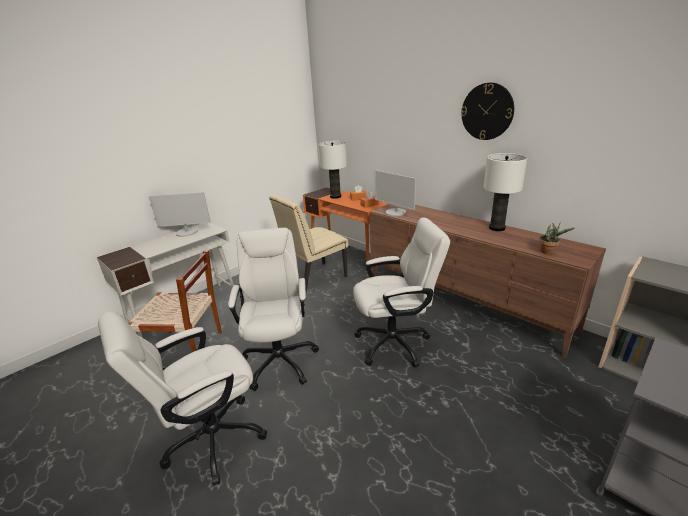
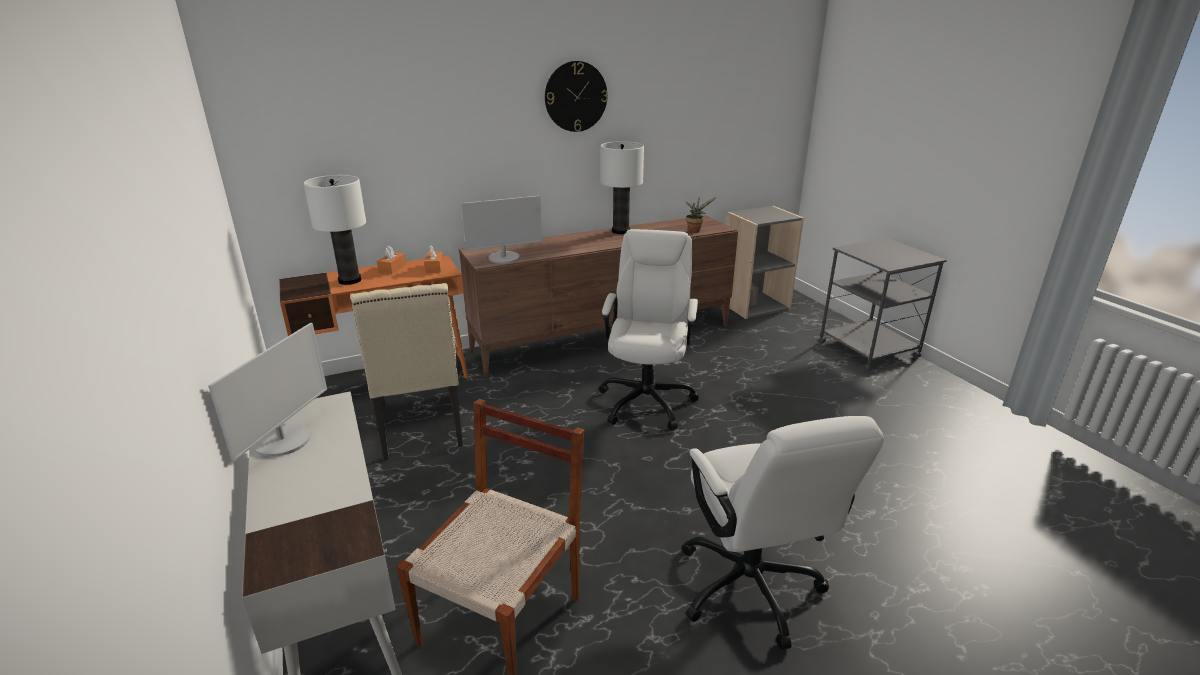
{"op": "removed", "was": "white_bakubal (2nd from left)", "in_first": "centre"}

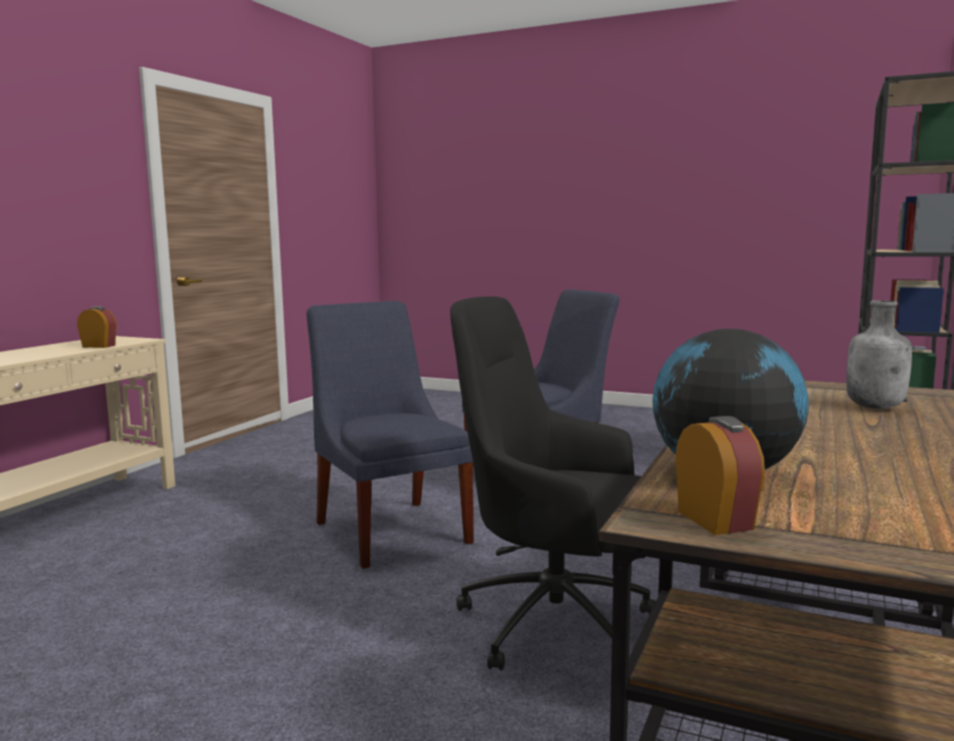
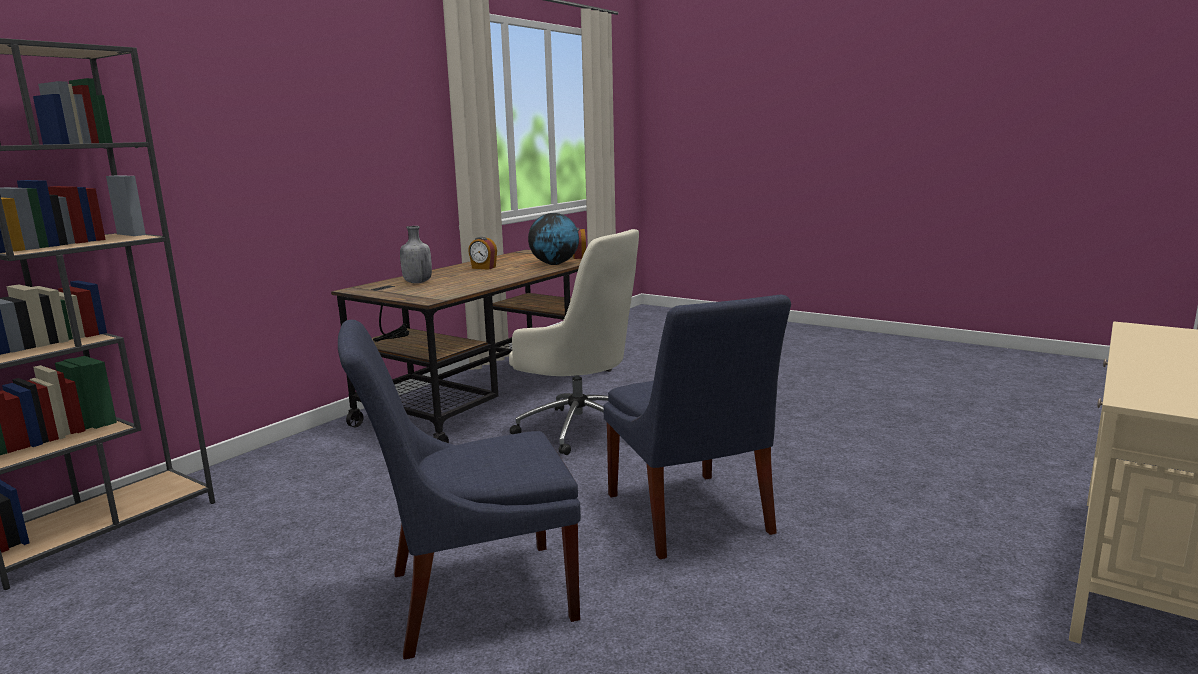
{"op": "moved", "was": "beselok (1st from left)", "in_first": "middle left", "in_second": "centre"}
{"op": "recoloured", "was": "black_bakubal", "now": "beige_bakubal", "in_first": "centre", "in_second": "centre"}

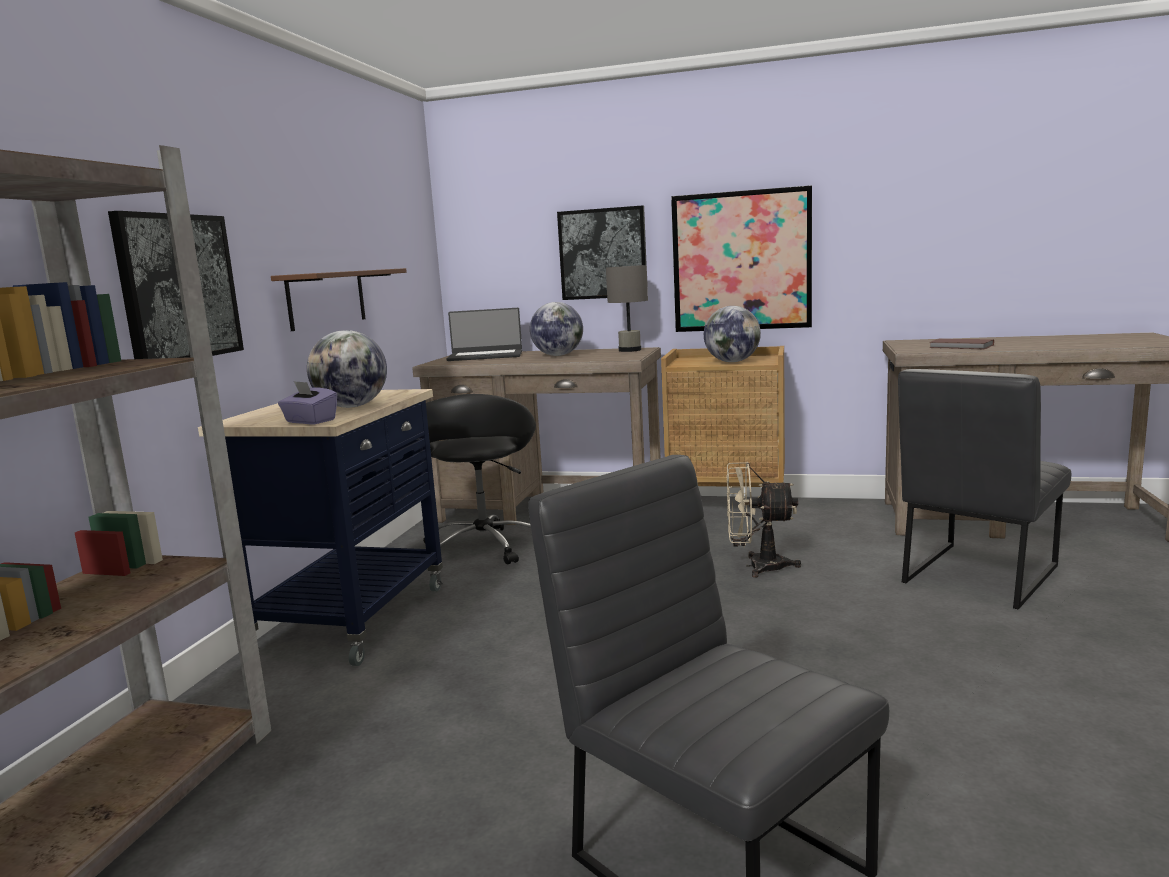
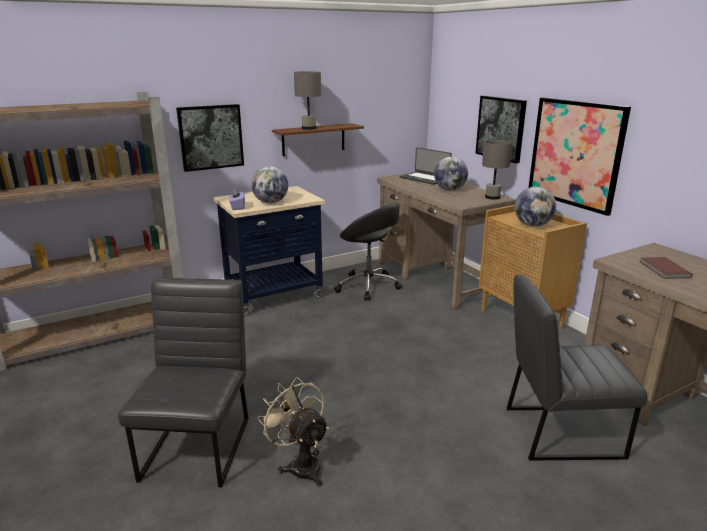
{"op": "added", "now": "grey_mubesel (1st from left)", "in_second": "top centre"}
{"op": "moved", "was": "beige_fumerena", "in_first": "centre", "in_second": "bottom centre"}
{"op": "turned", "was": "black_bakubal", "in_first": "centre", "in_second": "centre", "clockwise": -90}

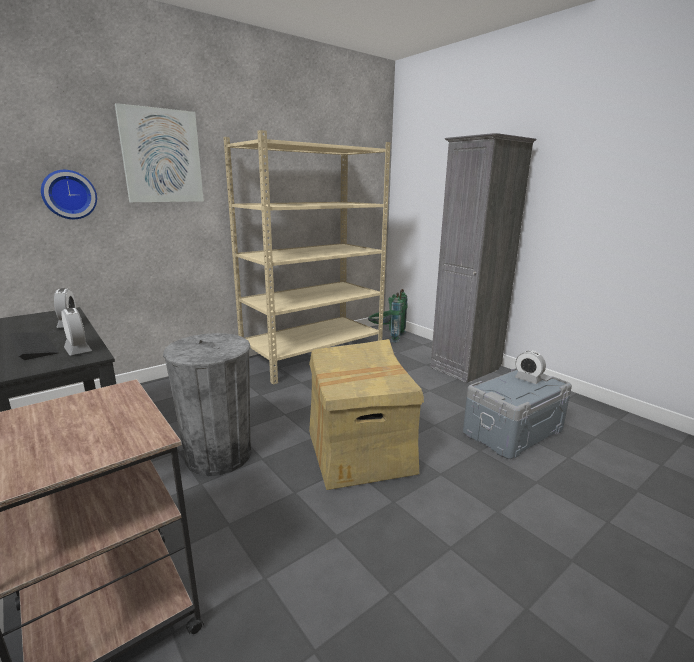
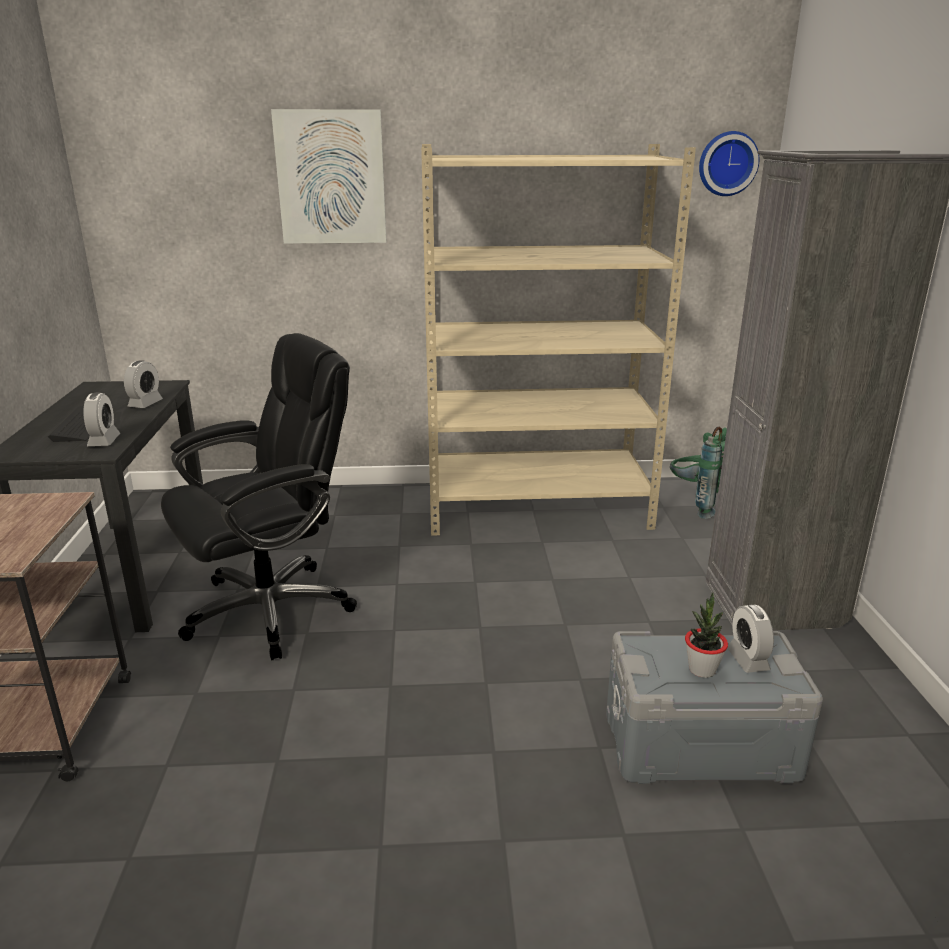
{"op": "removed", "was": "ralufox", "in_first": "centre"}
{"op": "added", "now": "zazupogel", "in_second": "bottom right"}
{"op": "moved", "was": "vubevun", "in_first": "top left", "in_second": "top right"}
{"op": "replaced", "was": "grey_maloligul", "now": "black_bakubal", "in_first": "middle left", "in_second": "middle left"}

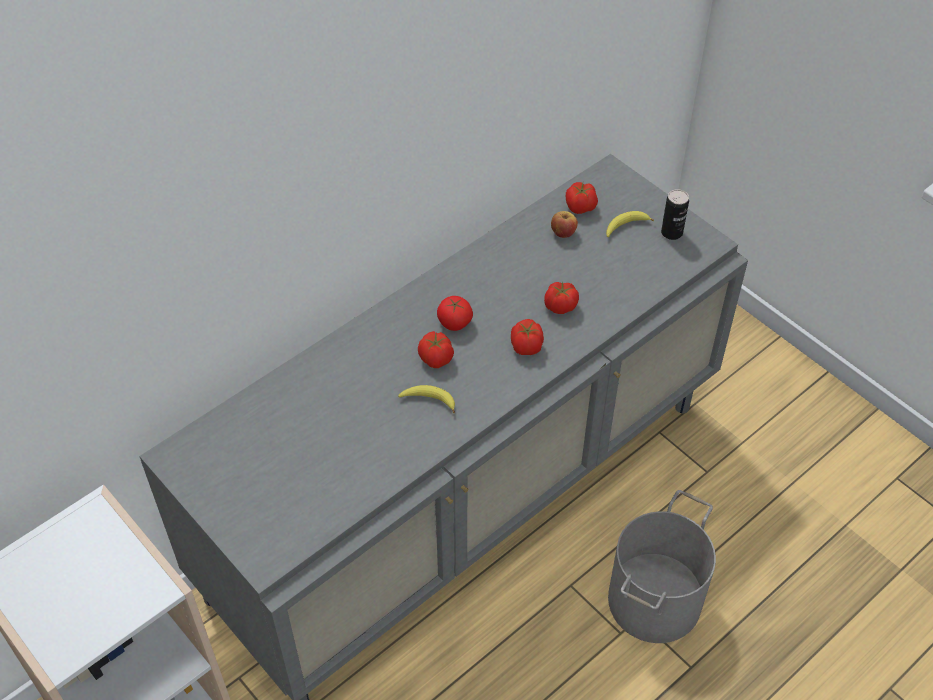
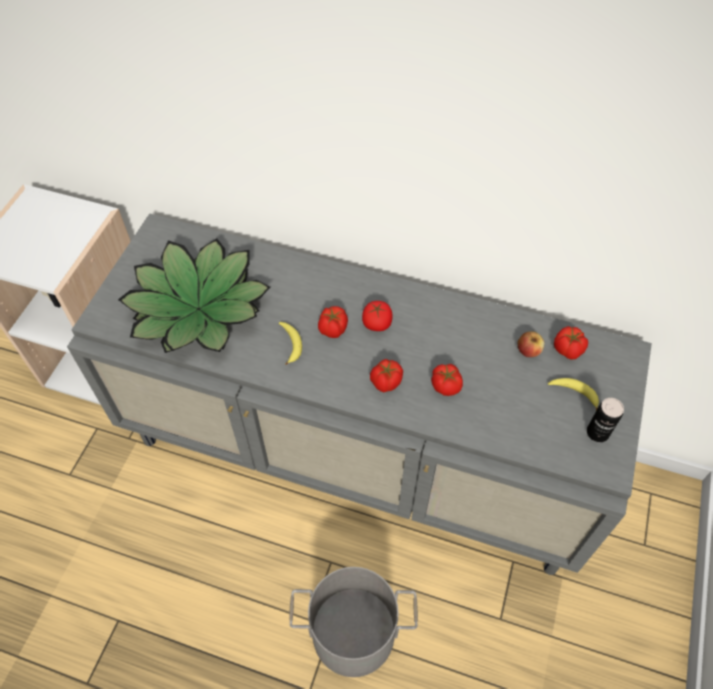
{"op": "added", "now": "zazupogel", "in_second": "middle left"}

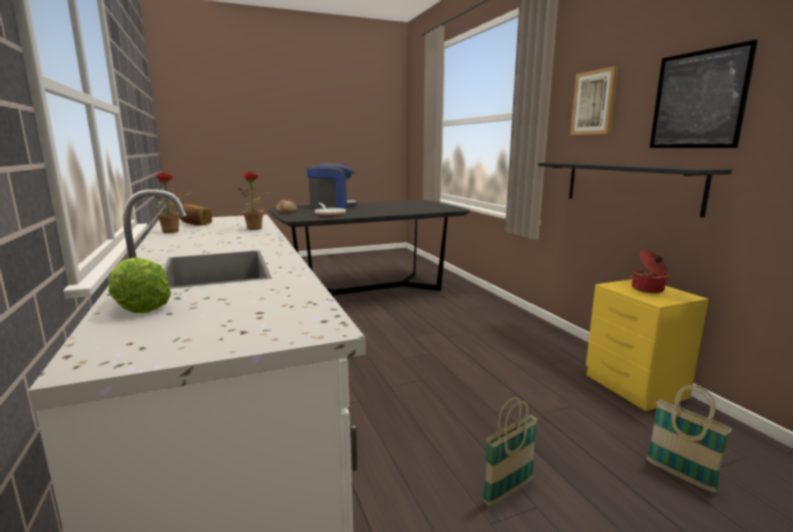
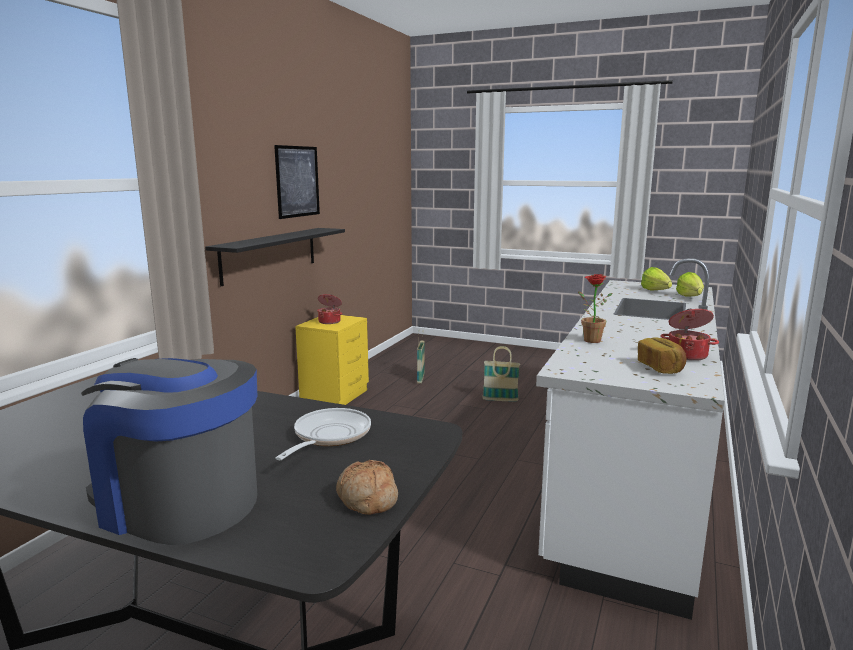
{"op": "removed", "was": "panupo (1st from left)", "in_first": "top right"}
{"op": "added", "now": "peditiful (1st from left)", "in_second": "middle right"}
{"op": "replaced", "was": "zazupogel (1st from left)", "now": "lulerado (2nd from left)", "in_first": "middle left", "in_second": "middle right"}

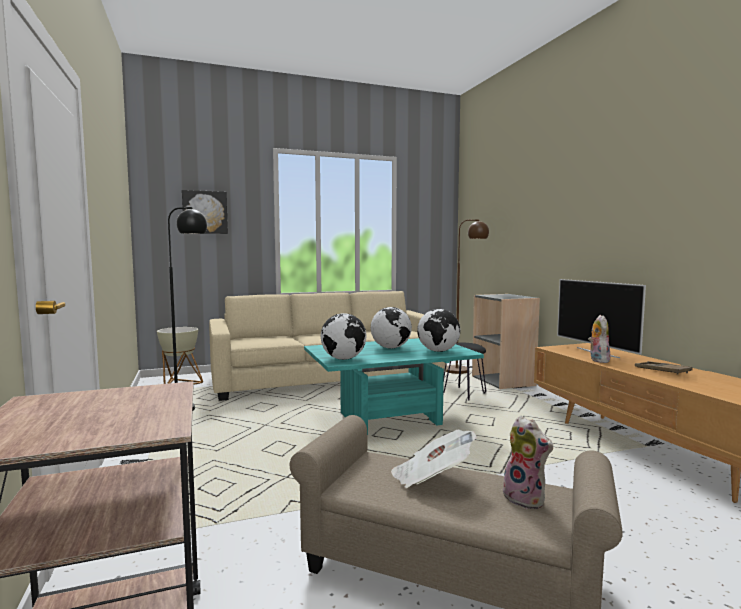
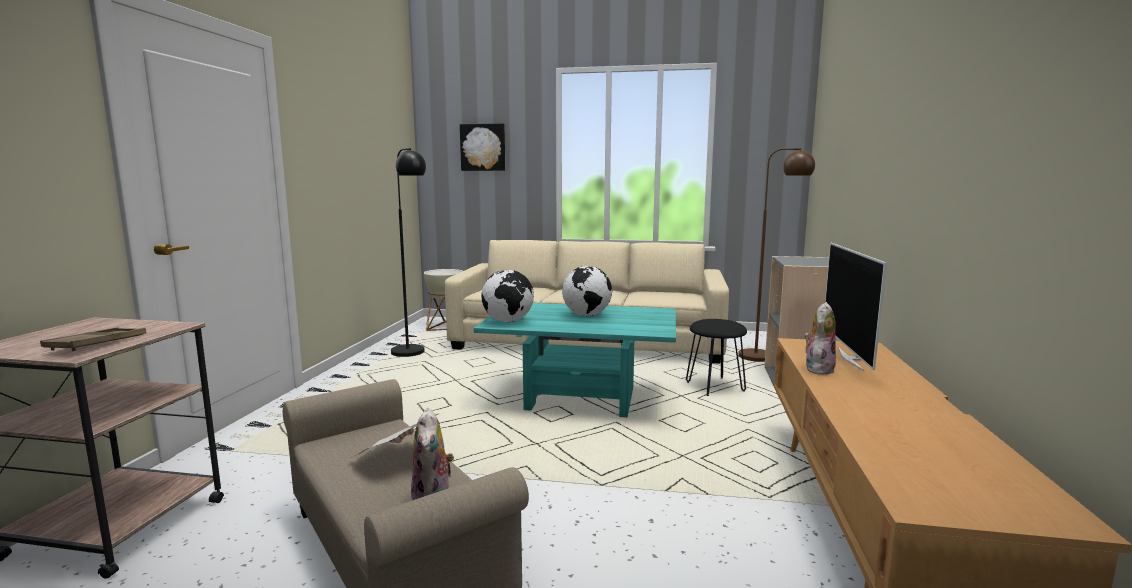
{"op": "removed", "was": "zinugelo (3rd from left)", "in_first": "centre"}
{"op": "moved", "was": "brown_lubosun", "in_first": "middle right", "in_second": "middle left"}

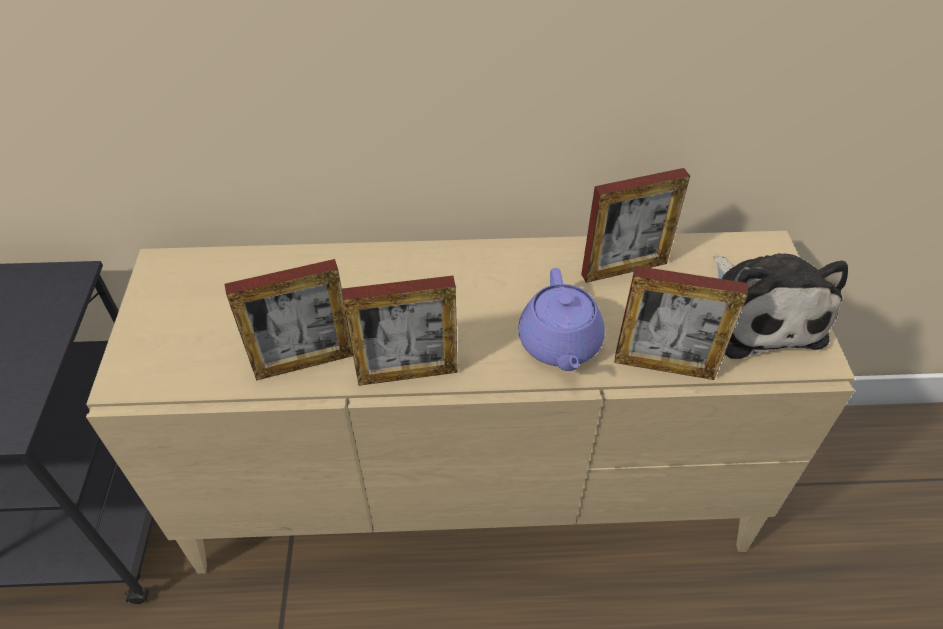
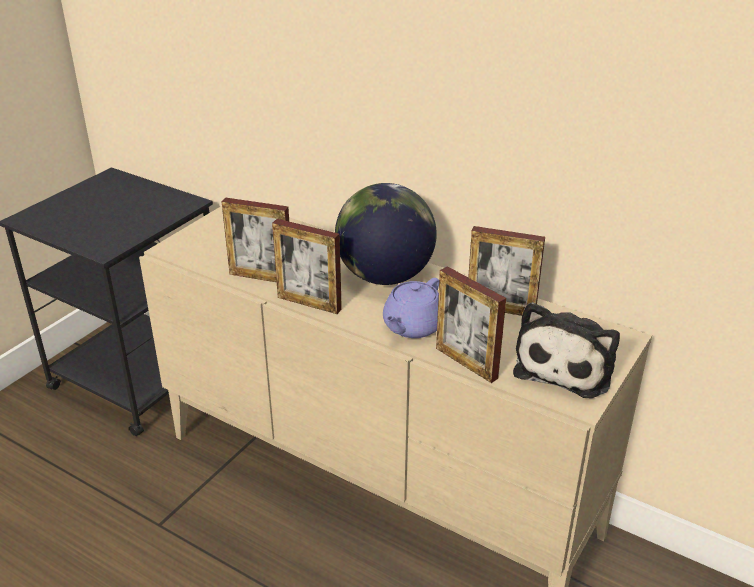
{"op": "added", "now": "zinugelo", "in_second": "centre"}

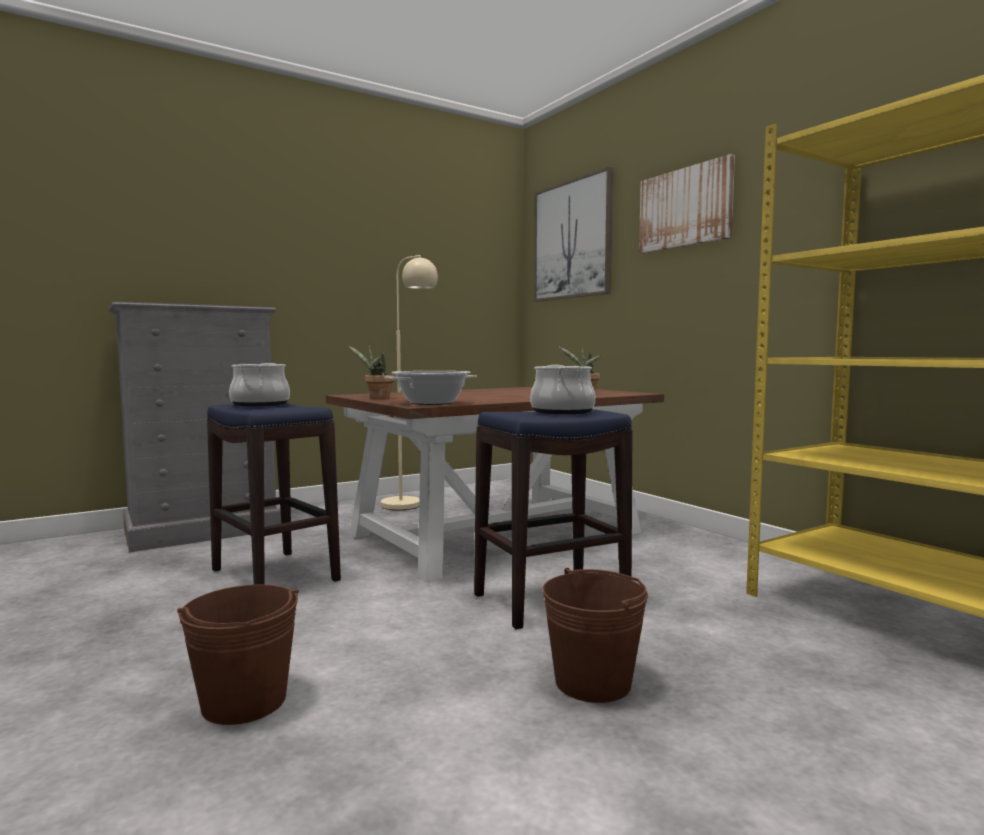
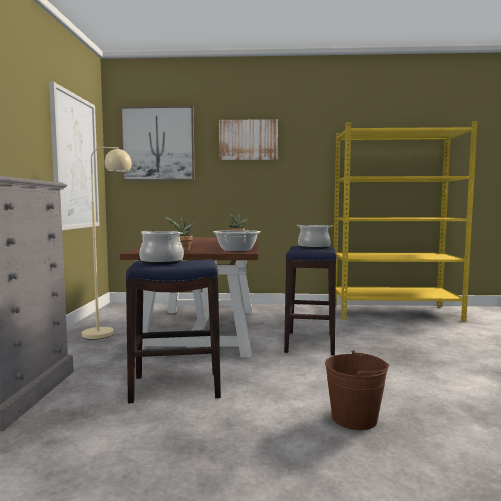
{"op": "removed", "was": "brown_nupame (2nd from left)", "in_first": "bottom centre"}
{"op": "added", "now": "panupo (1st from left)", "in_second": "top left"}

